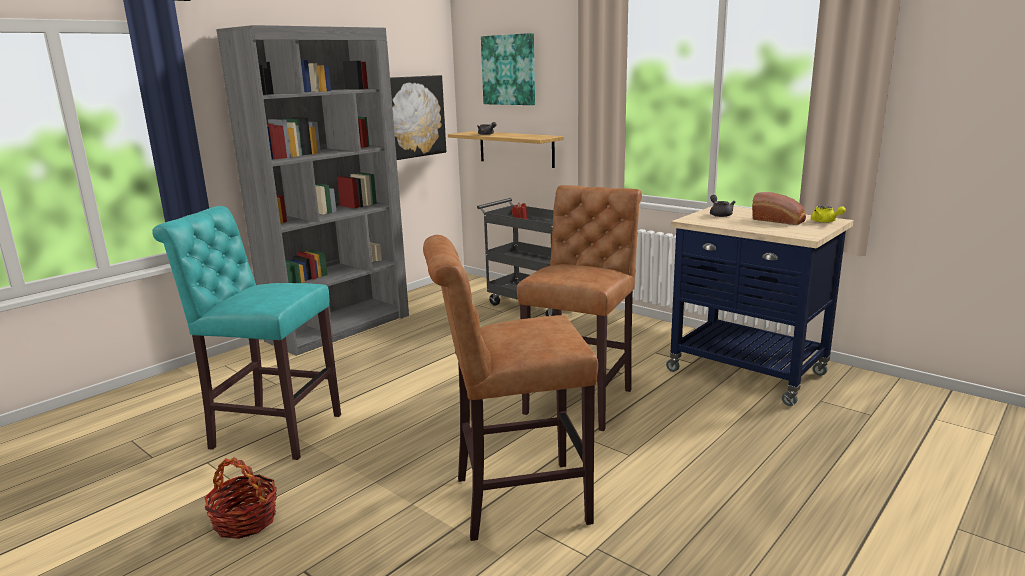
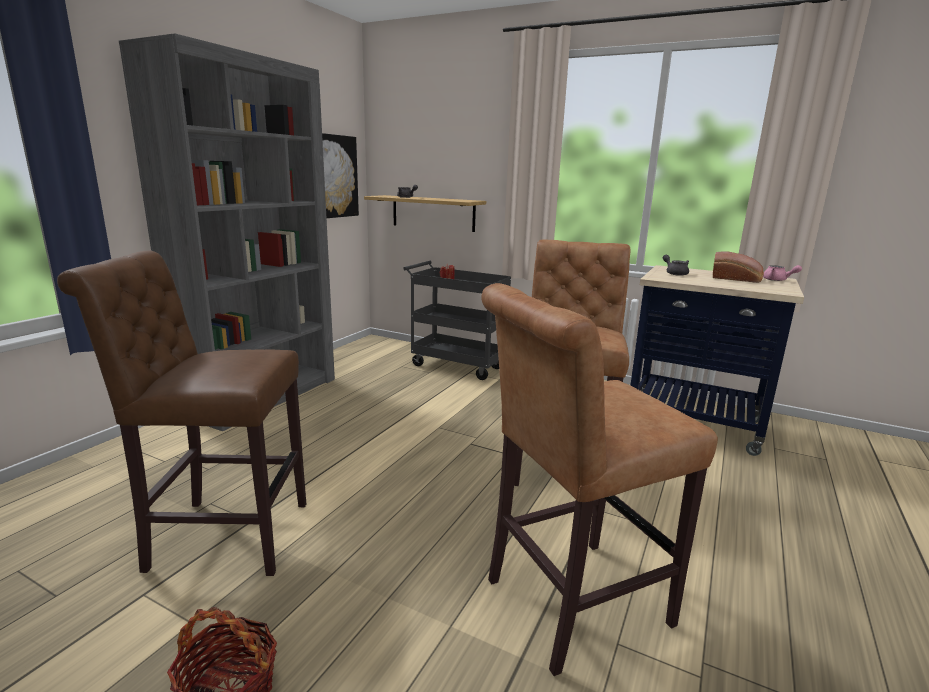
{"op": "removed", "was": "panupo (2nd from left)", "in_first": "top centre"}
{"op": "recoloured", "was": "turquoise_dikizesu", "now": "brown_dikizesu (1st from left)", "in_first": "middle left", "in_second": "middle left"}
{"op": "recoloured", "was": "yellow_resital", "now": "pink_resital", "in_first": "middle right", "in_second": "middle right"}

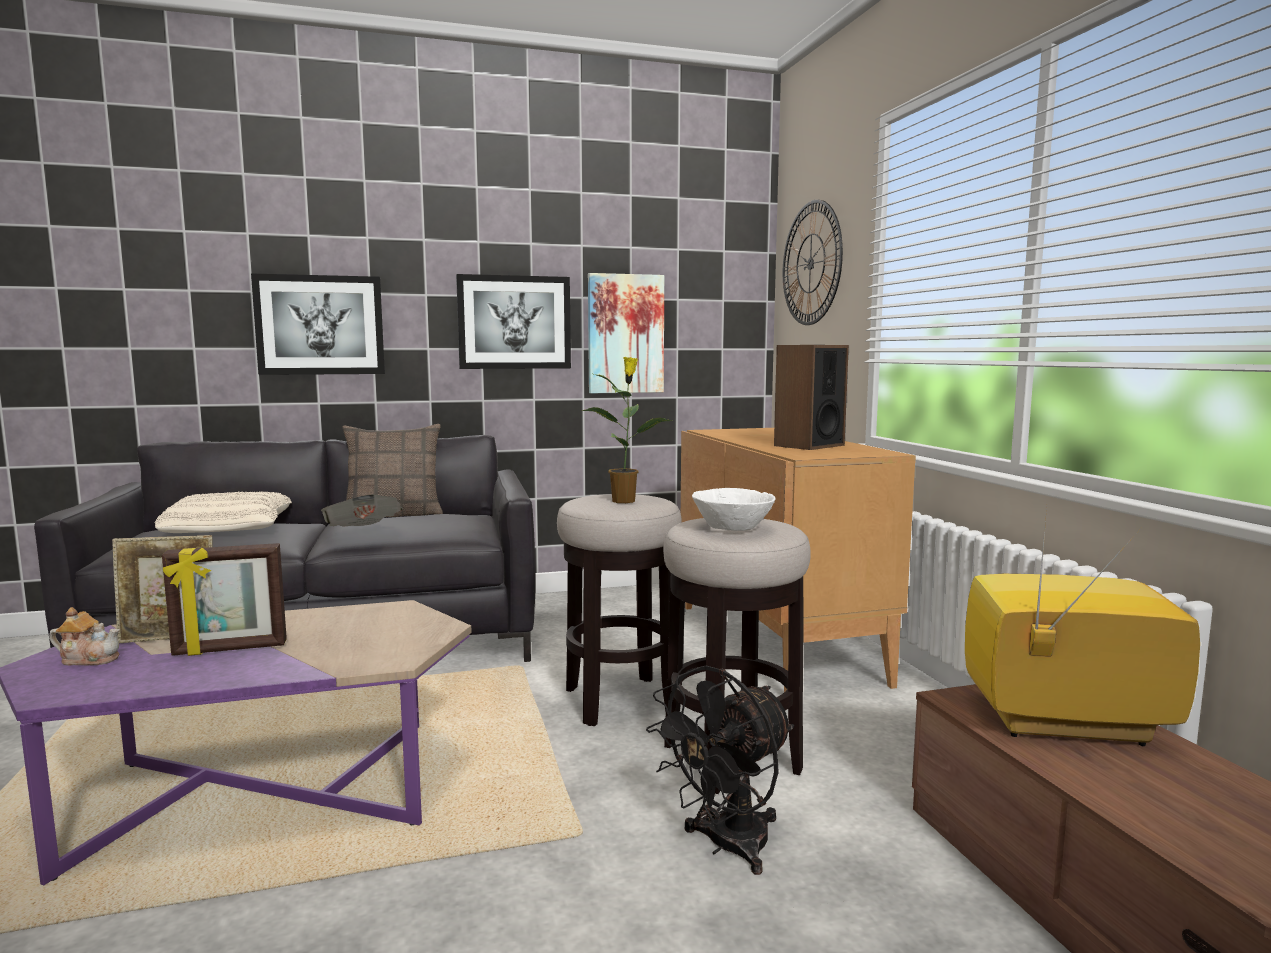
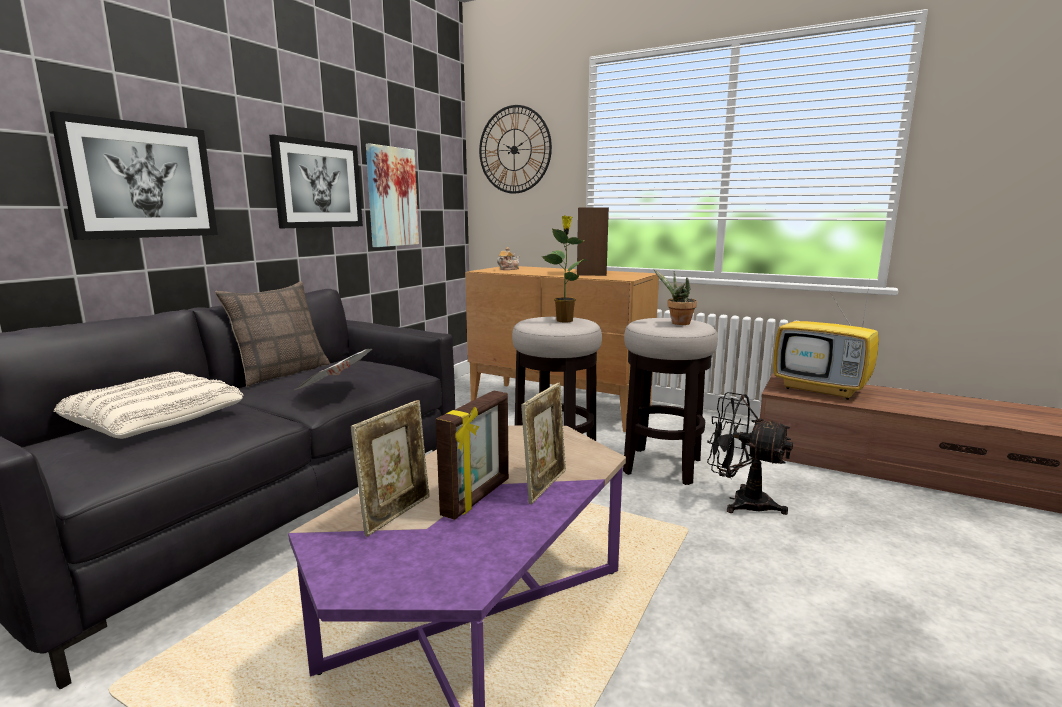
{"op": "added", "now": "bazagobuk (3rd from left)", "in_second": "centre"}
{"op": "moved", "was": "resital", "in_first": "bottom left", "in_second": "centre"}
{"op": "replaced", "was": "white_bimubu", "now": "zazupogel (2nd from left)", "in_first": "centre", "in_second": "centre"}
{"op": "turned", "was": "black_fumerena", "in_first": "bottom centre", "in_second": "middle right", "clockwise": 120}
{"op": "turned", "was": "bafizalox", "in_first": "middle right", "in_second": "middle right", "clockwise": -105}

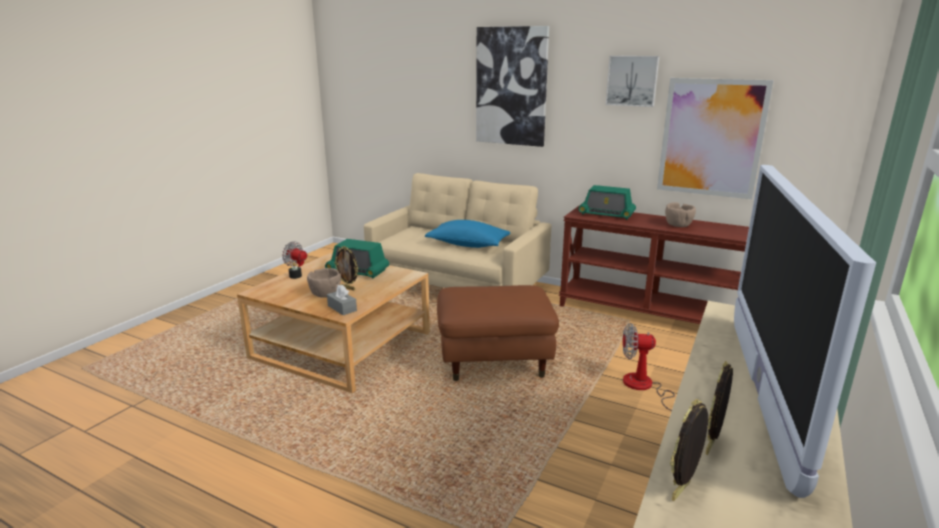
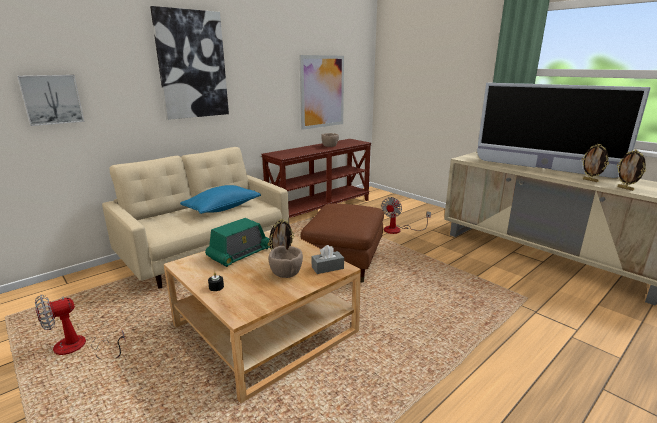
{"op": "removed", "was": "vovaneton (2nd from left)", "in_first": "centre"}
{"op": "moved", "was": "panupo (2nd from left in the first image)", "now": "panupo (1st from left)", "in_first": "top right", "in_second": "top left"}

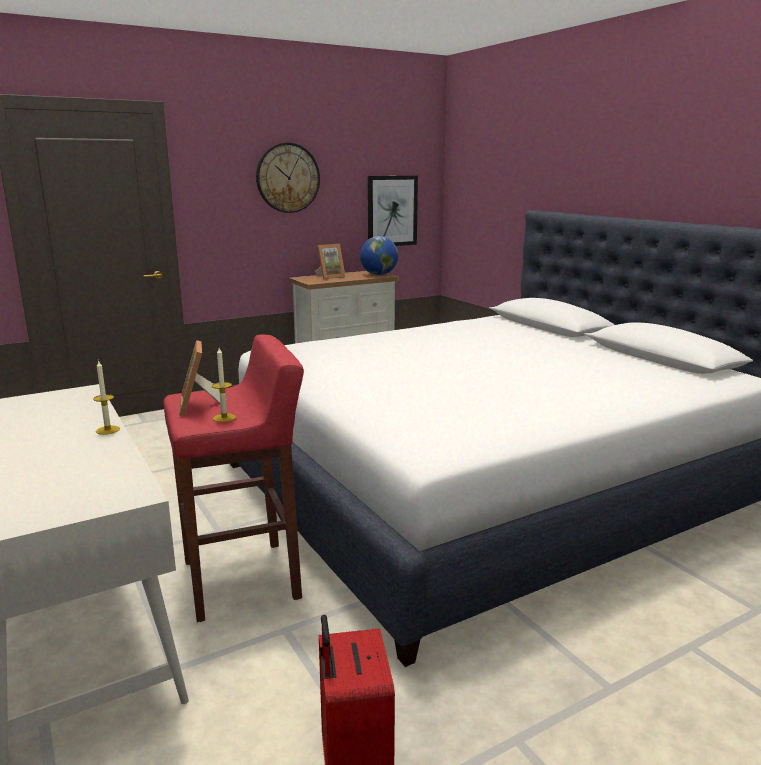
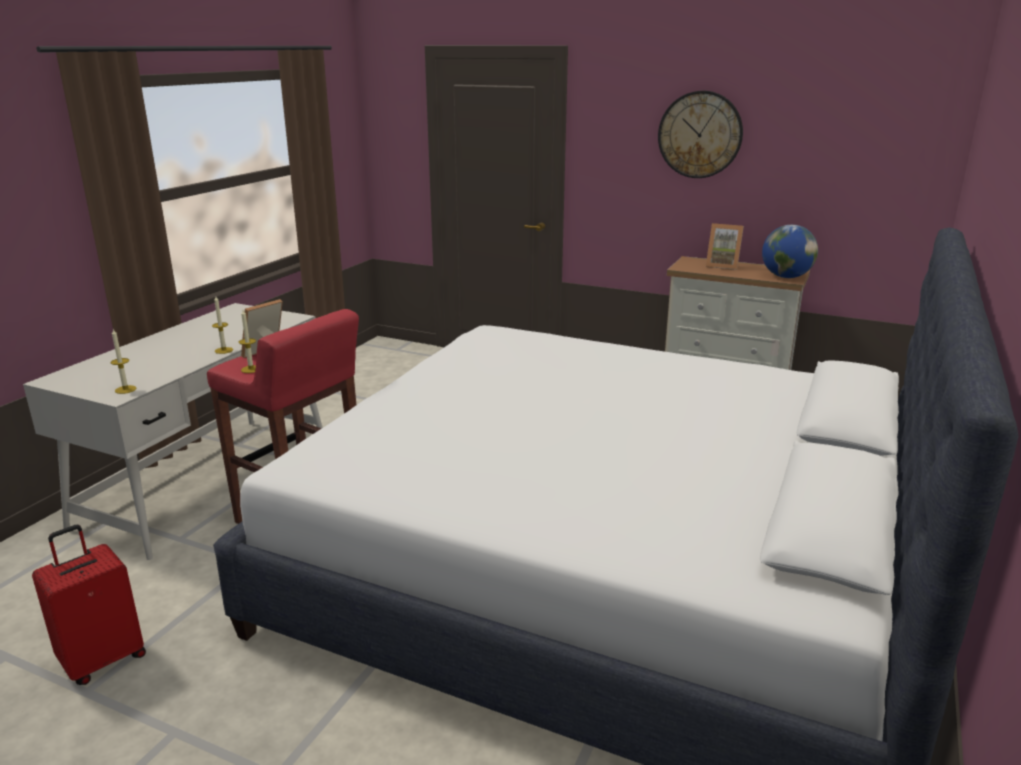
{"op": "removed", "was": "panupo", "in_first": "top centre"}
{"op": "added", "now": "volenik (1st from left)", "in_second": "middle left"}

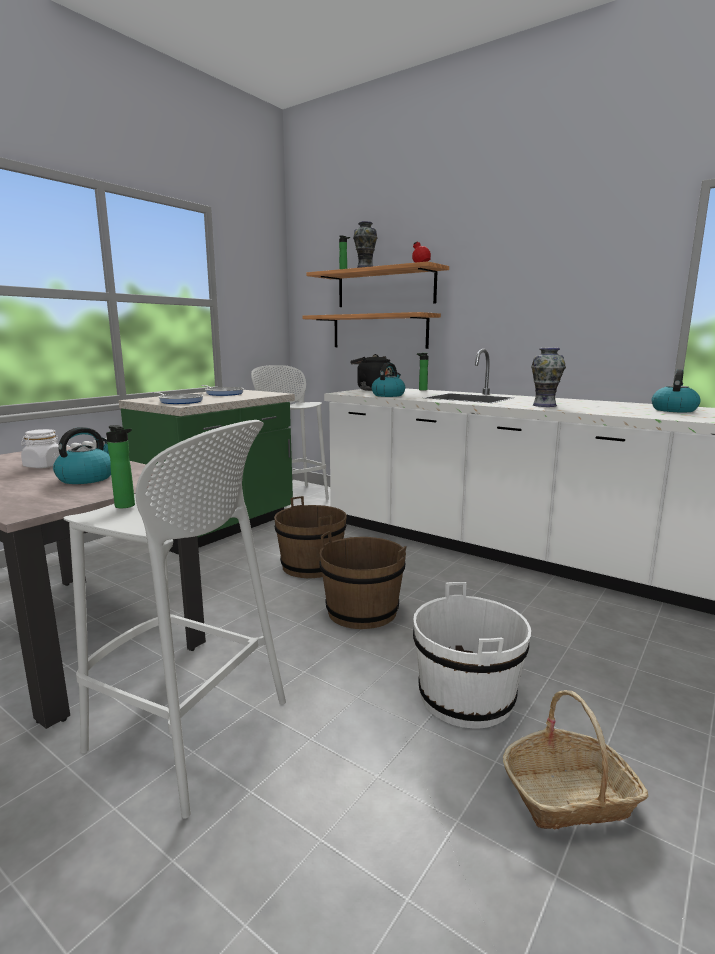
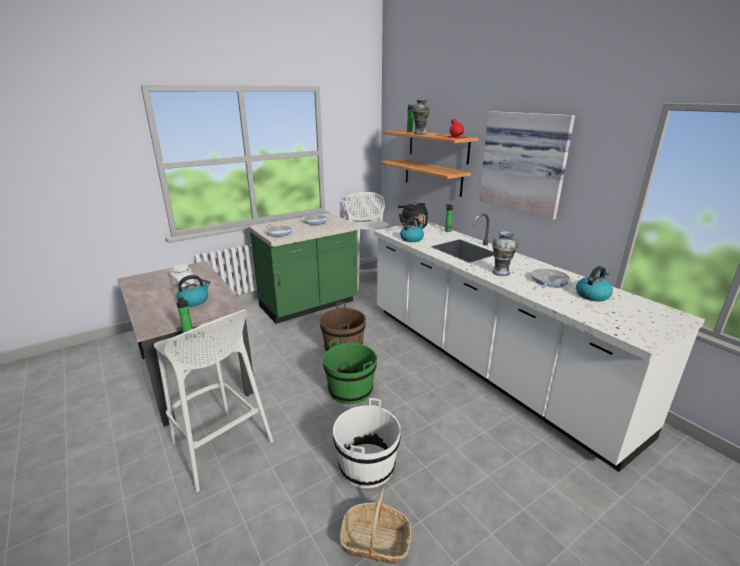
{"op": "added", "now": "panupo", "in_second": "top right"}
{"op": "added", "now": "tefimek (3rd from left)", "in_second": "middle right"}
{"op": "recoloured", "was": "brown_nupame (2nd from left)", "now": "green_nupame", "in_first": "centre", "in_second": "centre"}

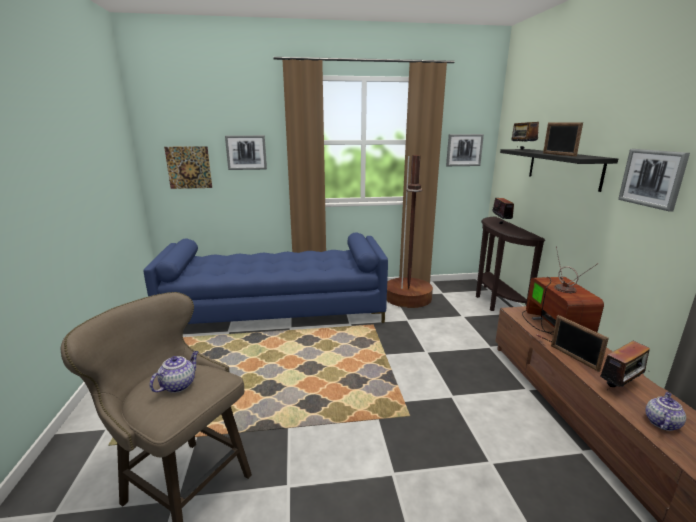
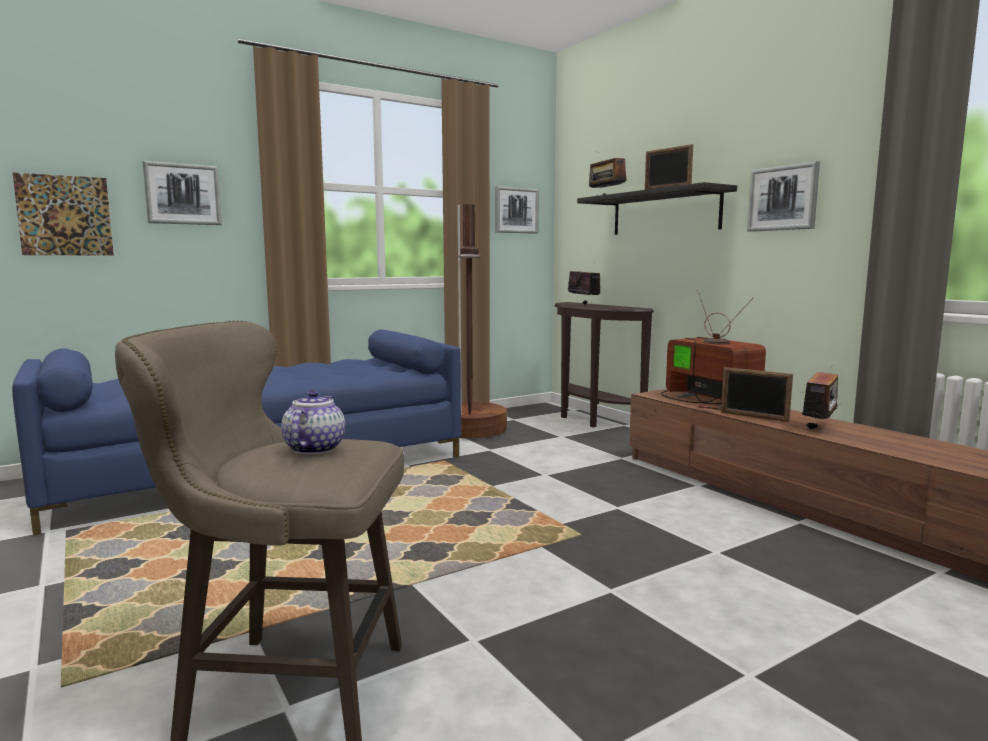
{"op": "removed", "was": "resital (2nd from left)", "in_first": "bottom right"}

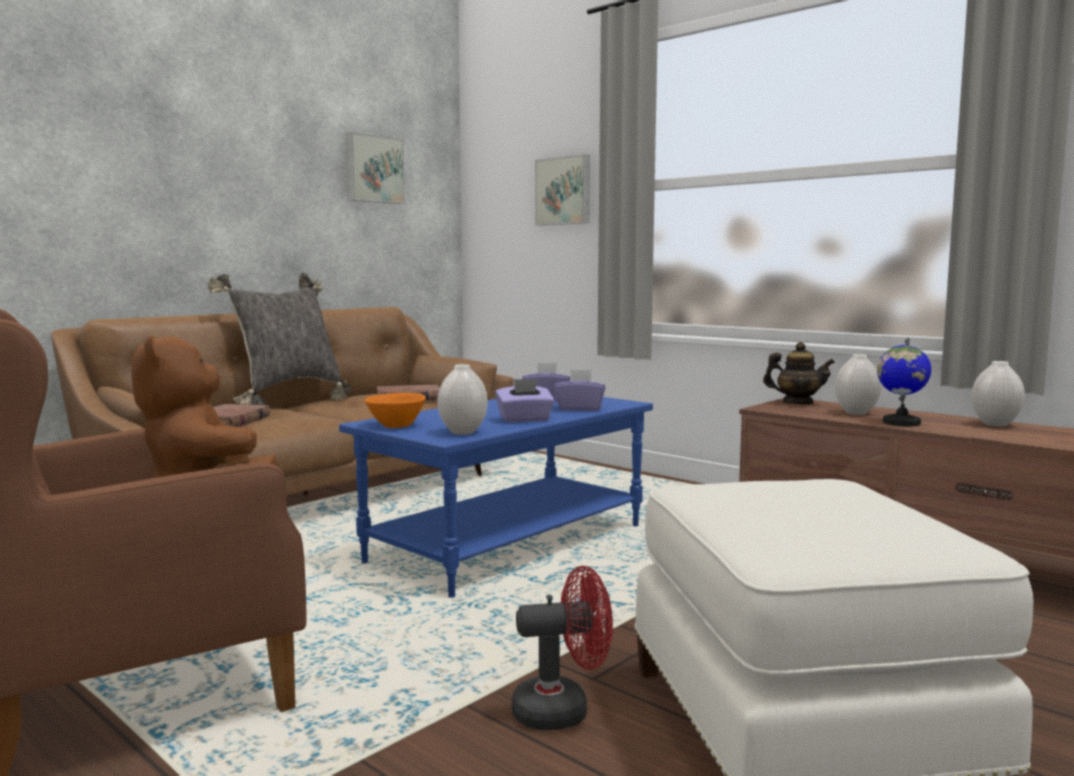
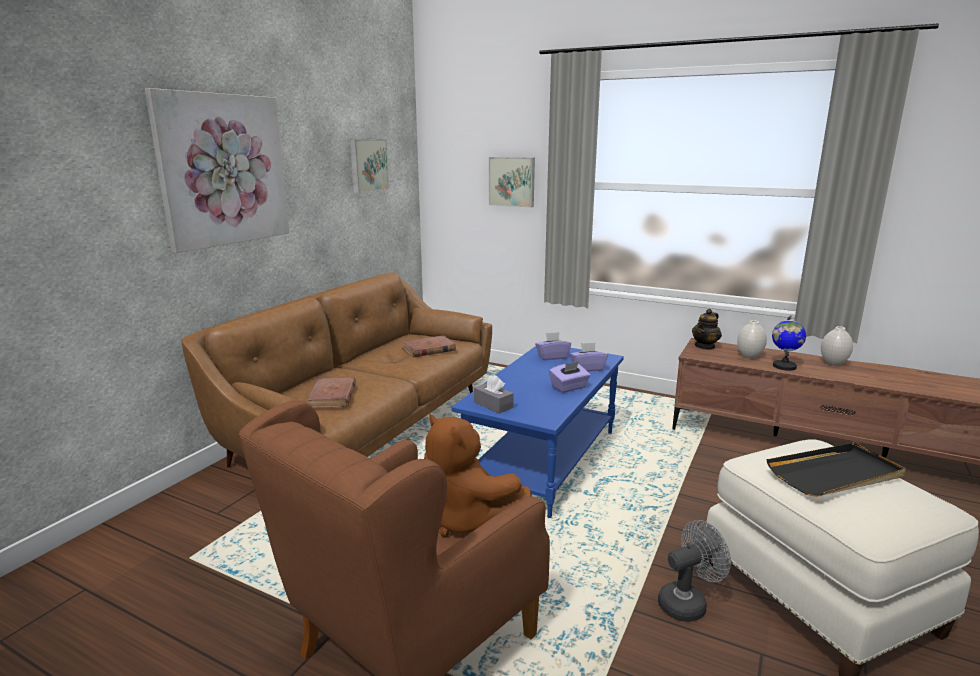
{"op": "removed", "was": "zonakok", "in_first": "middle left"}
{"op": "removed", "was": "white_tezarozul (1st from left)", "in_first": "centre"}
{"op": "added", "now": "panupo (1st from left)", "in_second": "top left"}
{"op": "added", "now": "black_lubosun", "in_second": "bottom right"}
{"op": "replaced", "was": "orange_bimubu", "now": "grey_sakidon", "in_first": "centre", "in_second": "centre"}
{"op": "recoloured", "was": "red_fumerena", "now": "grey_fumerena", "in_first": "bottom centre", "in_second": "bottom right"}
{"op": "turned", "was": "resital", "in_first": "middle right", "in_second": "middle right", "clockwise": 135}

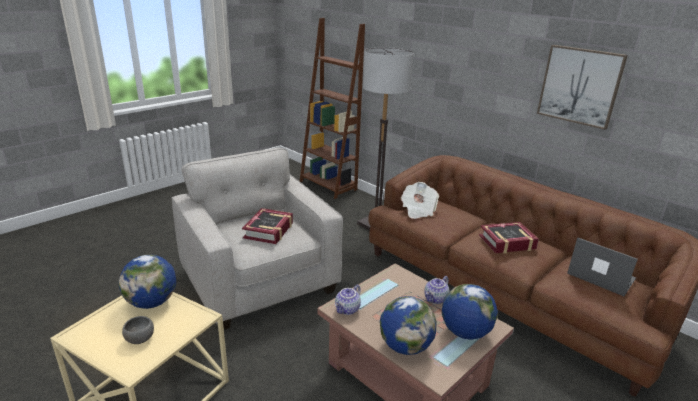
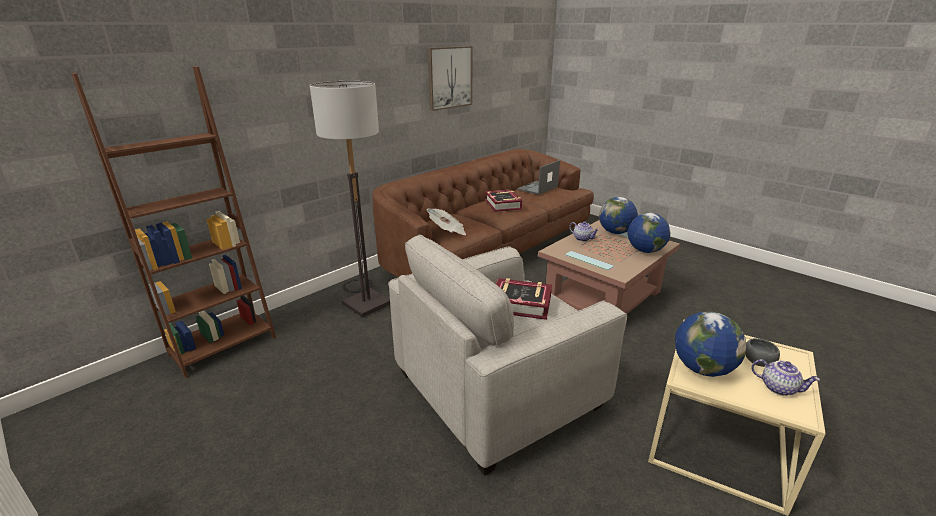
{"op": "moved", "was": "resital (1st from left in the first image)", "now": "resital (2nd from left)", "in_first": "bottom centre", "in_second": "bottom right"}

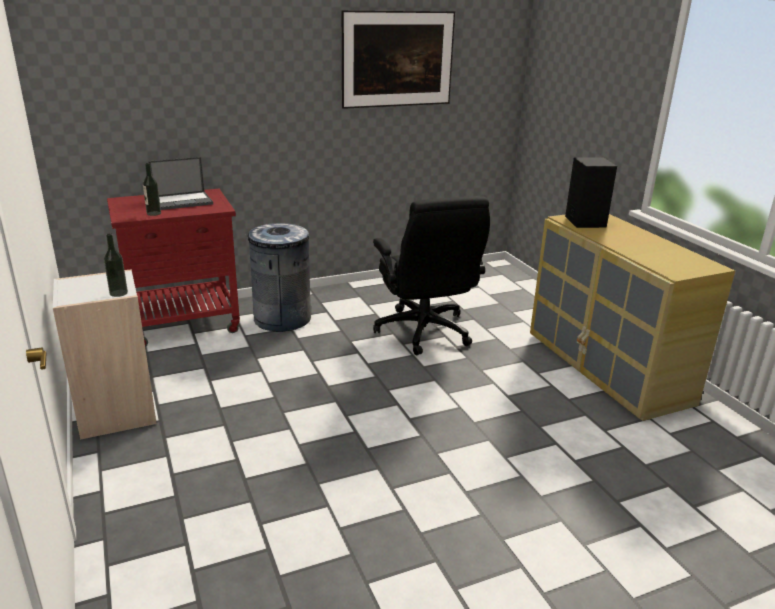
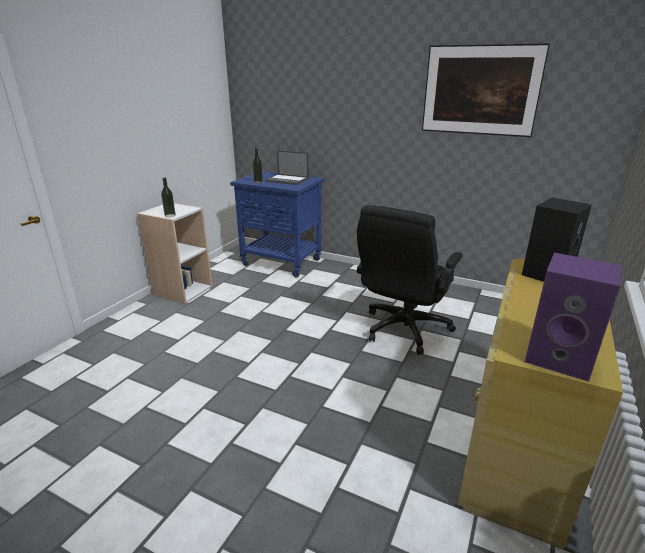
{"op": "removed", "was": "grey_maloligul", "in_first": "centre"}
{"op": "added", "now": "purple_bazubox", "in_second": "middle right"}
{"op": "recoloured", "was": "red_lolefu", "now": "blue_lolefu", "in_first": "middle left", "in_second": "centre"}

